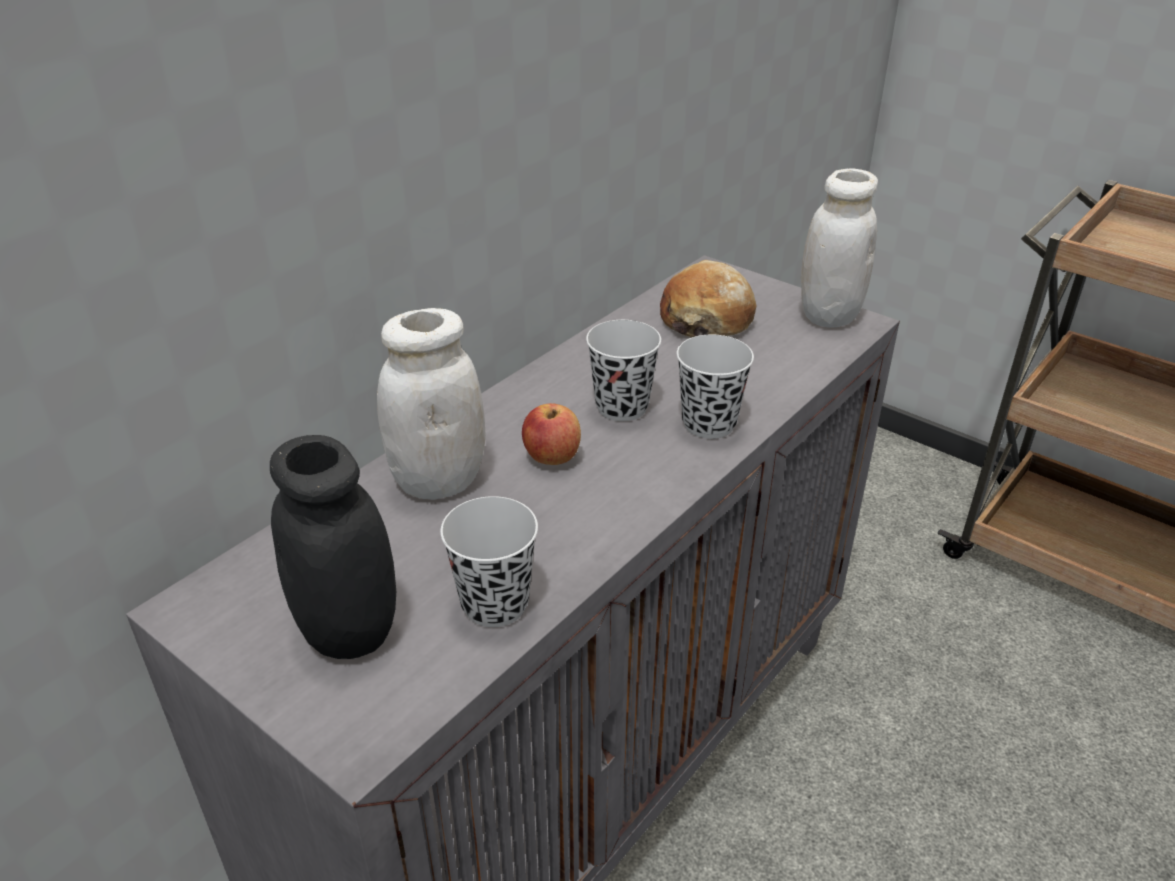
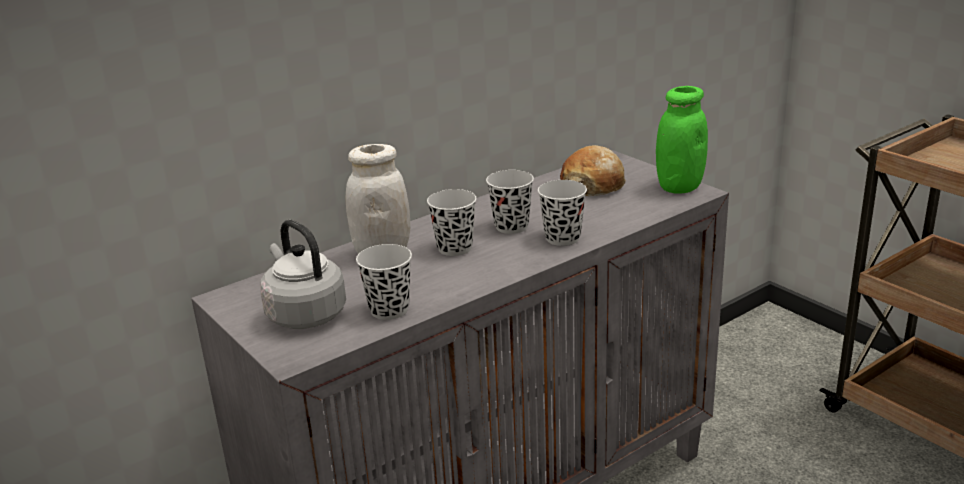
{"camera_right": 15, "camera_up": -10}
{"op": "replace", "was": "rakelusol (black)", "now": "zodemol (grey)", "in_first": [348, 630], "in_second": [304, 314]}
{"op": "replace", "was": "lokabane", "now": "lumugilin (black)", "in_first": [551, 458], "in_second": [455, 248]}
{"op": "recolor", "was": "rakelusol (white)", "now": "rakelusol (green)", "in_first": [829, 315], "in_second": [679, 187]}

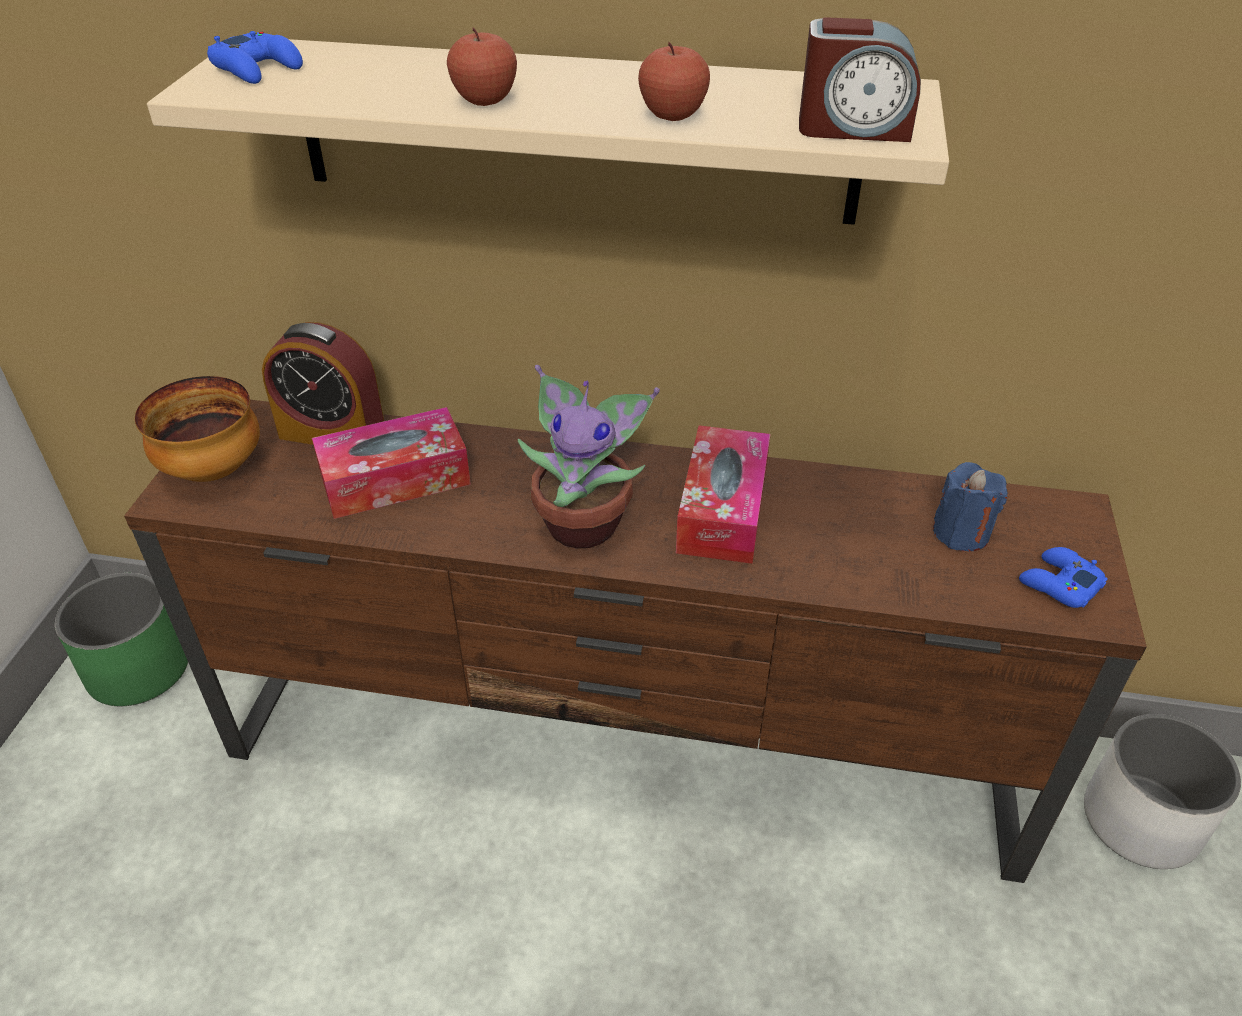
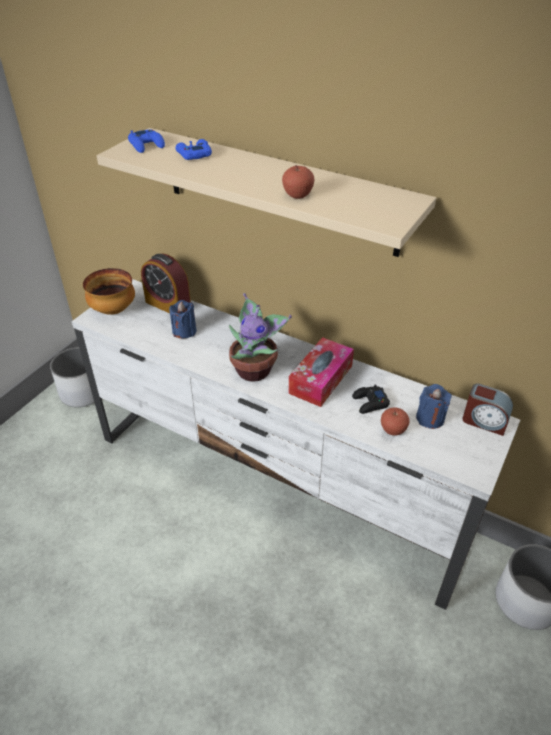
{"camera_right": 20, "camera_up": 0}
{"op": "insert", "now": "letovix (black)", "in_second": [370, 403]}
{"op": "move", "was": "lokabane", "in_first": [485, 100], "in_second": [393, 430]}
{"op": "move", "was": "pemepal", "in_first": [853, 128], "in_second": [484, 421]}
{"op": "move", "was": "letovix (blue)", "in_first": [1059, 584], "in_second": [194, 154]}
{"op": "replace", "was": "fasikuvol", "now": "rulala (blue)", "in_first": [395, 479], "in_second": [184, 331]}
{"op": "recolor", "was": "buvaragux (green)", "now": "buvaragux (white)", "in_first": [138, 669], "in_second": [83, 392]}
{"op": "recolor", "was": "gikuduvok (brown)", "now": "gikuduvok (white)", "in_first": [624, 748], "in_second": [277, 487]}

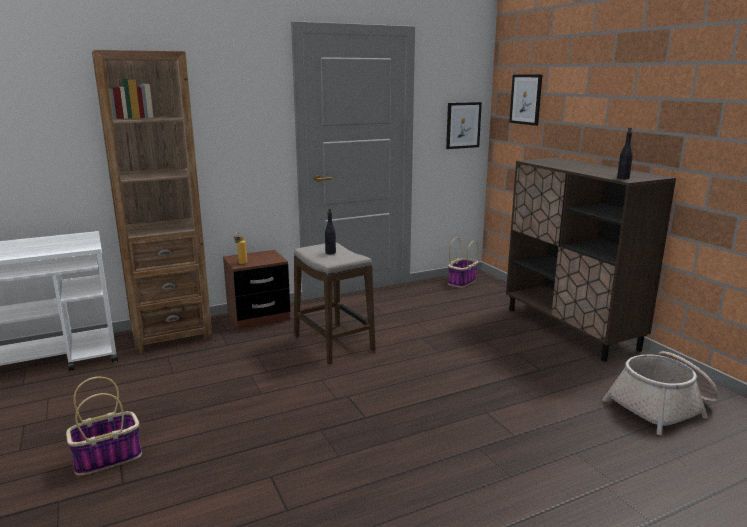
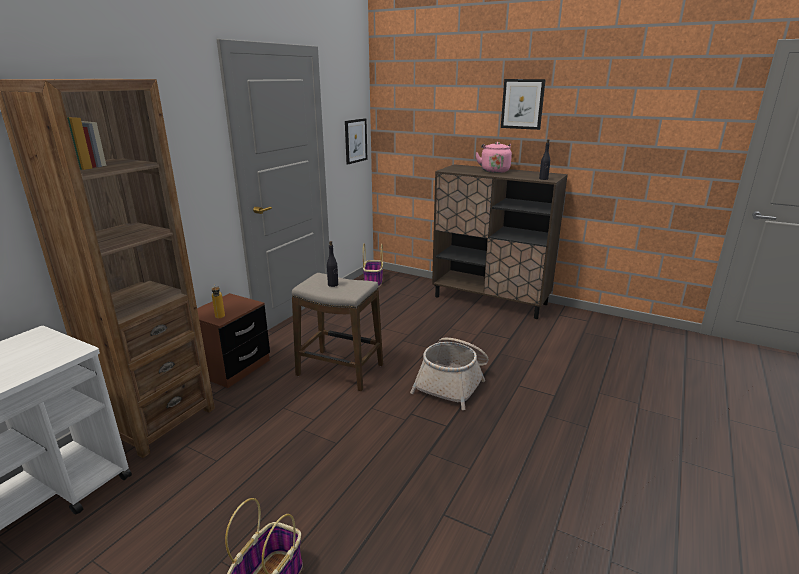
{"camera_right": -35, "camera_up": 5}
{"op": "insert", "now": "zodemol (pink)", "in_second": [494, 170]}
{"op": "move", "was": "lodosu", "in_first": [526, 99], "in_second": [522, 104]}
{"op": "move", "was": "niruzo", "in_first": [662, 406], "in_second": [453, 382]}

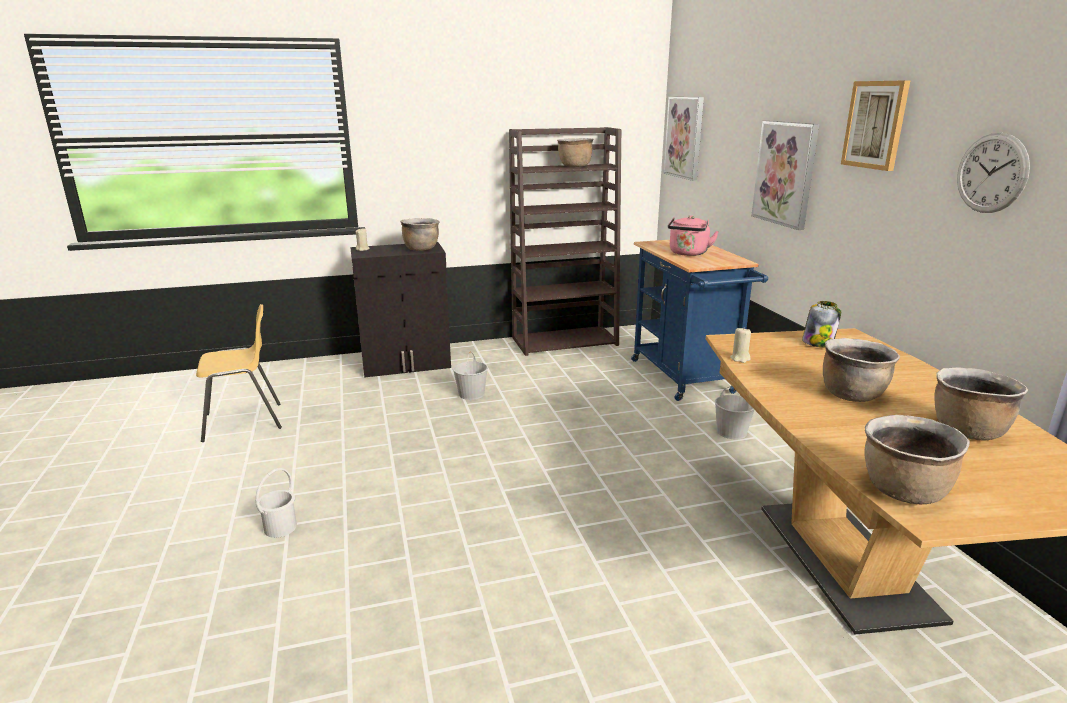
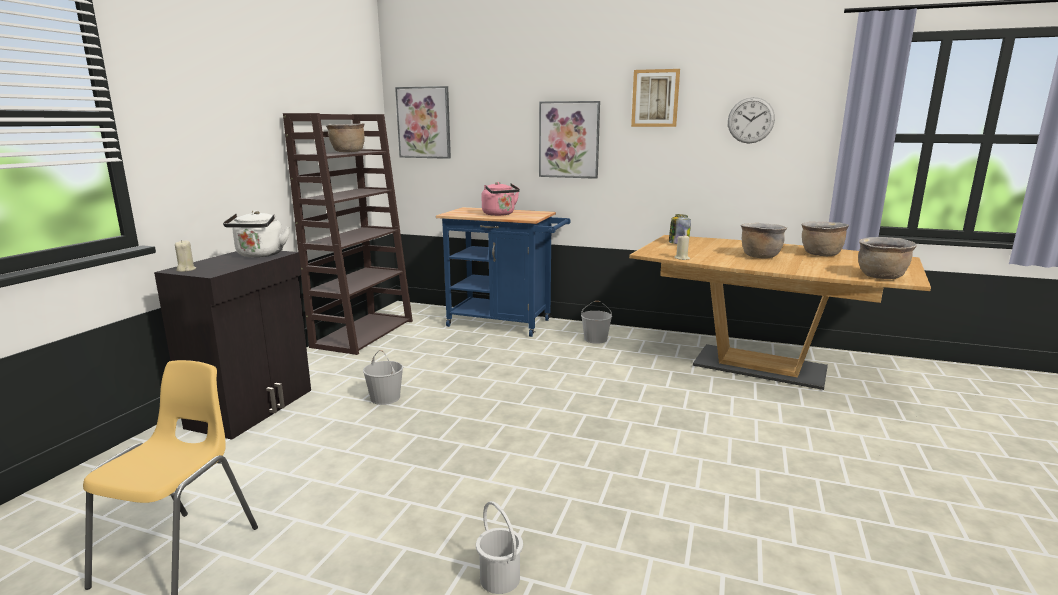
{"camera_right": -55, "camera_up": -5}
{"op": "replace", "was": "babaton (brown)", "now": "zodemol (white)", "in_first": [421, 249], "in_second": [260, 255]}

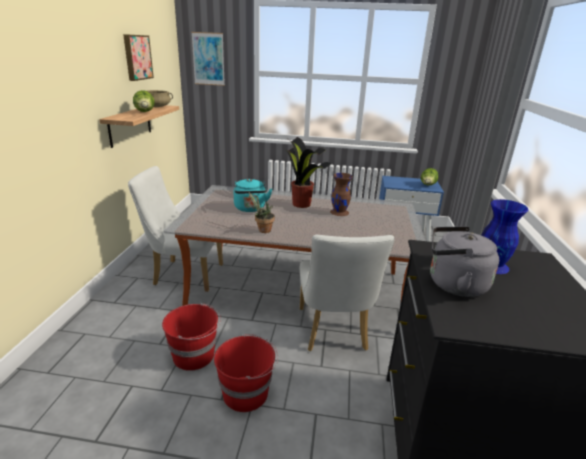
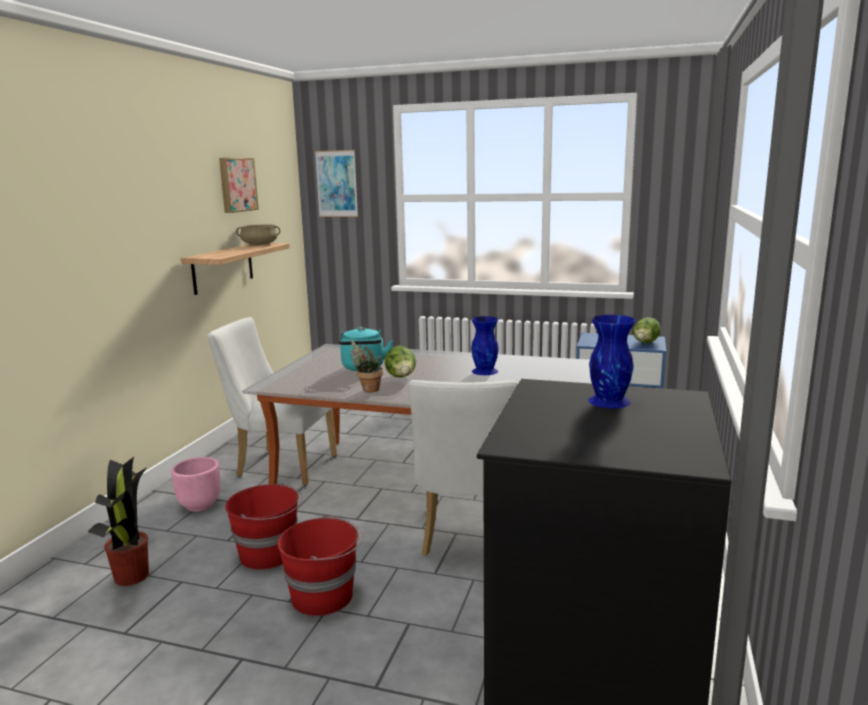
{"camera_right": 10, "camera_up": -10}
{"op": "delete", "was": "zodemol (grey)", "in_first": [453, 284]}
{"op": "insert", "now": "buvaragux (pink)", "in_second": [200, 505]}
{"op": "move", "was": "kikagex", "in_first": [145, 112], "in_second": [401, 378]}
{"op": "move", "was": "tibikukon", "in_first": [301, 204], "in_second": [132, 575]}
{"op": "recolor", "was": "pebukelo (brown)", "now": "pebukelo (blue)", "in_first": [339, 212], "in_second": [485, 371]}

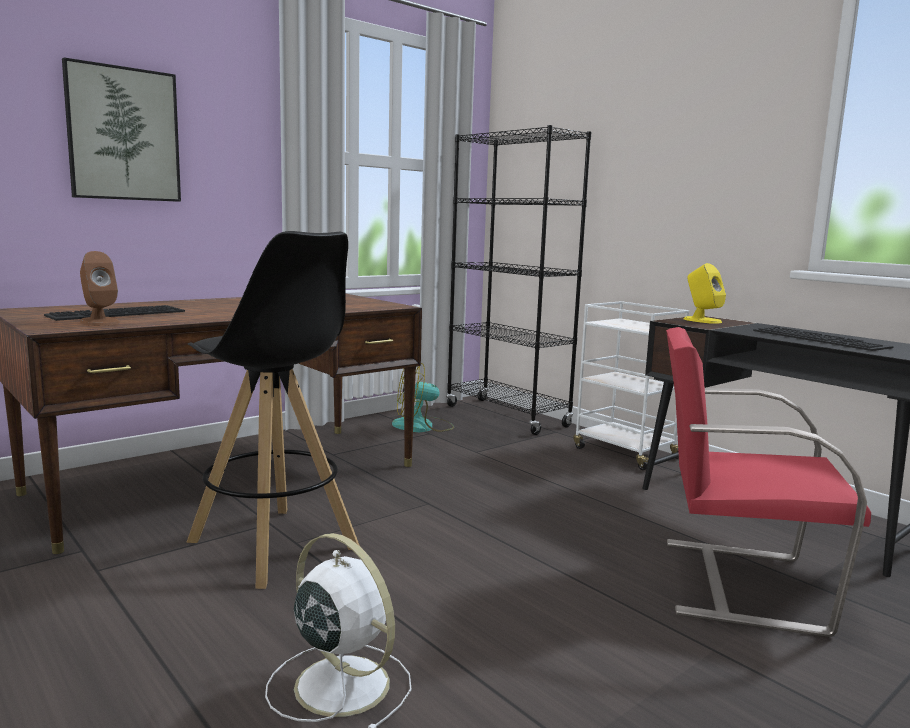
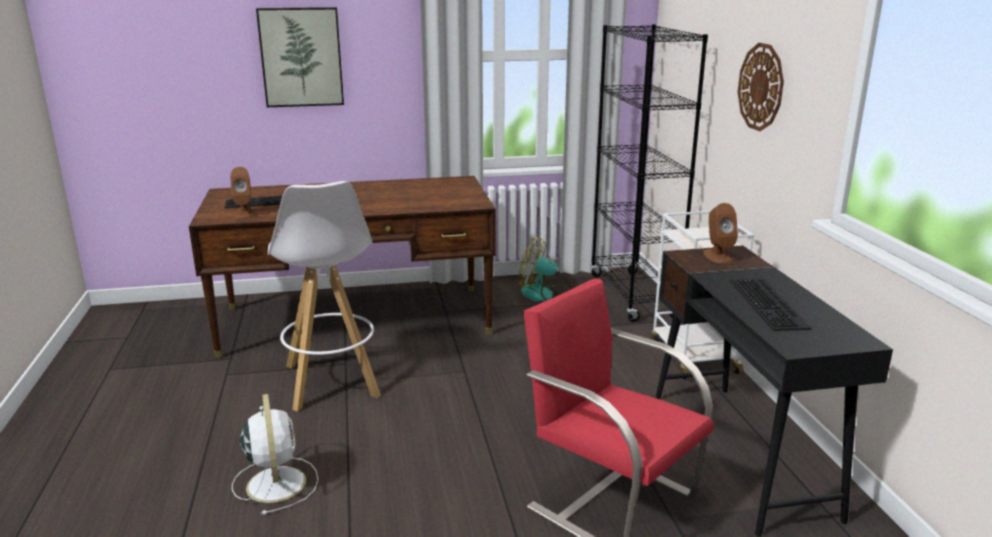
{"camera_right": 30, "camera_up": 10}
{"op": "insert", "now": "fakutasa", "in_second": [761, 87]}
{"op": "recolor", "was": "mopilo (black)", "now": "mopilo (white)", "in_first": [274, 545], "in_second": [331, 381]}
{"op": "recolor", "was": "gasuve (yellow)", "now": "gasuve (brown)", "in_first": [701, 320], "in_second": [718, 256]}

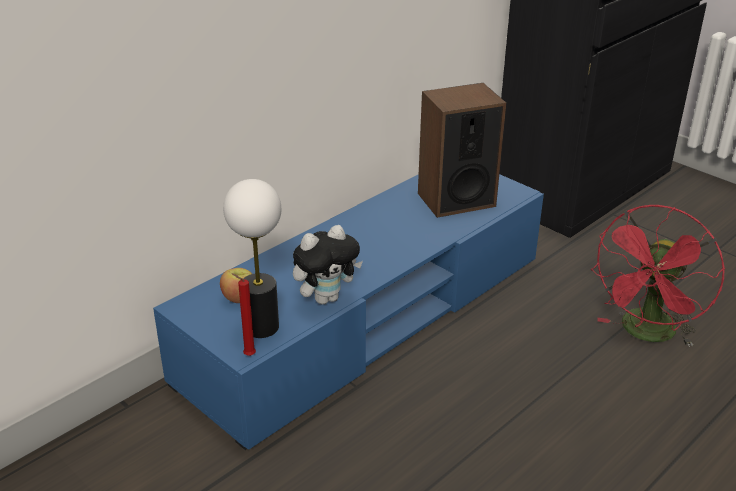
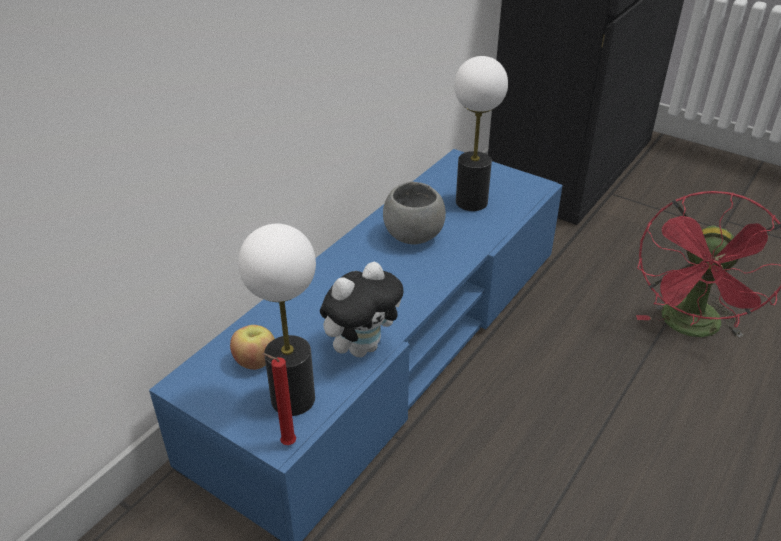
{"camera_right": -10, "camera_up": 5}
{"op": "insert", "now": "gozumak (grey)", "in_second": [413, 236]}
{"op": "replace", "was": "gasuve", "now": "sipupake", "in_first": [456, 199], "in_second": [471, 202]}

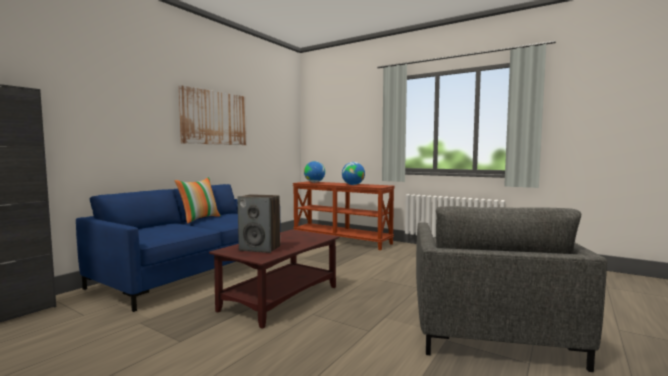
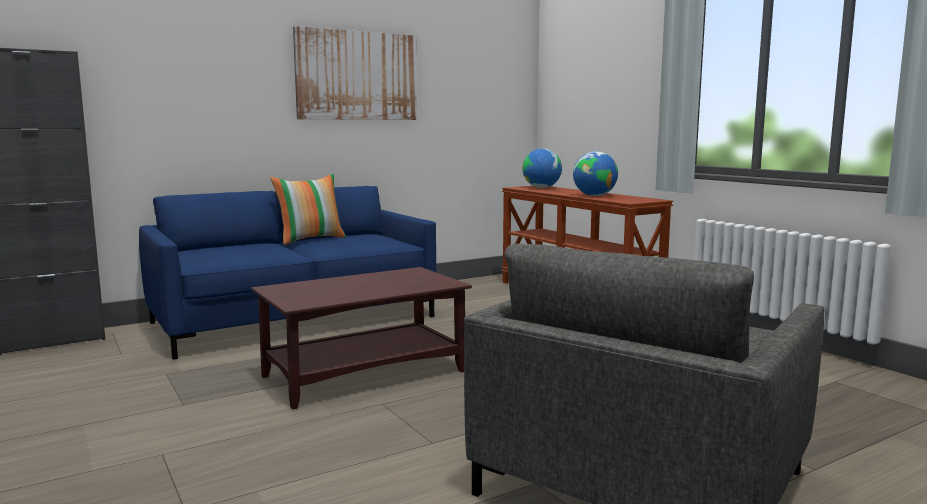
{"camera_right": 25, "camera_up": 5}
{"op": "delete", "was": "gasuve", "in_first": [260, 248]}

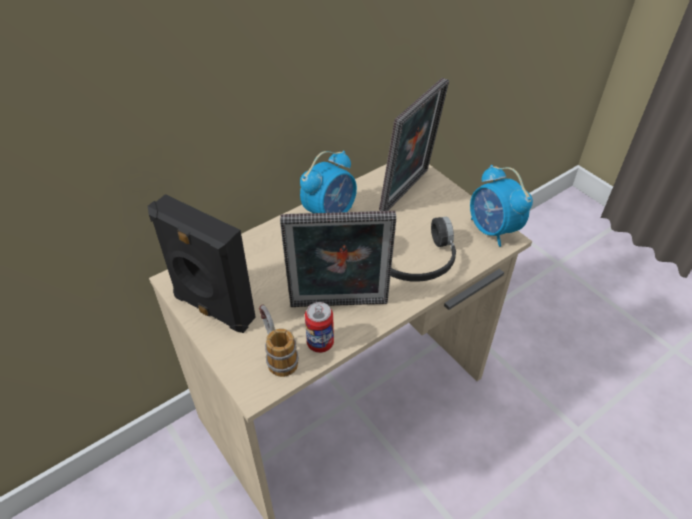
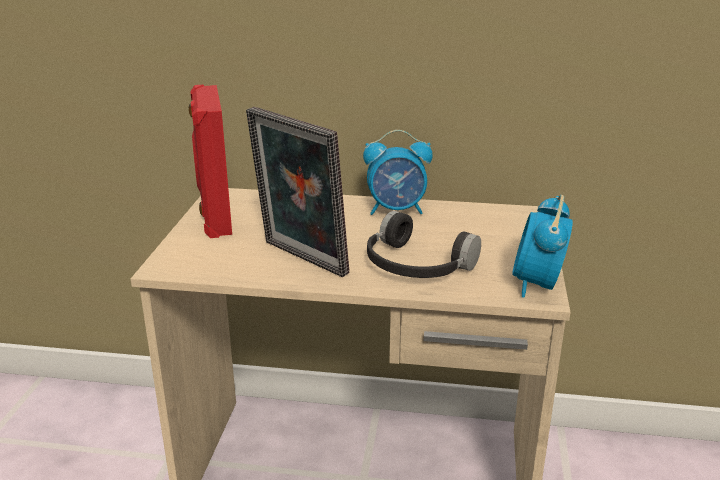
{"camera_right": 45, "camera_up": -20}
{"op": "delete", "was": "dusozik", "in_first": [277, 353]}
{"op": "delete", "was": "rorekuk", "in_first": [320, 343]}
{"op": "delete", "was": "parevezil", "in_first": [408, 192]}
{"op": "recolor", "was": "gasuve (black)", "now": "gasuve (red)", "in_first": [213, 309], "in_second": [215, 218]}

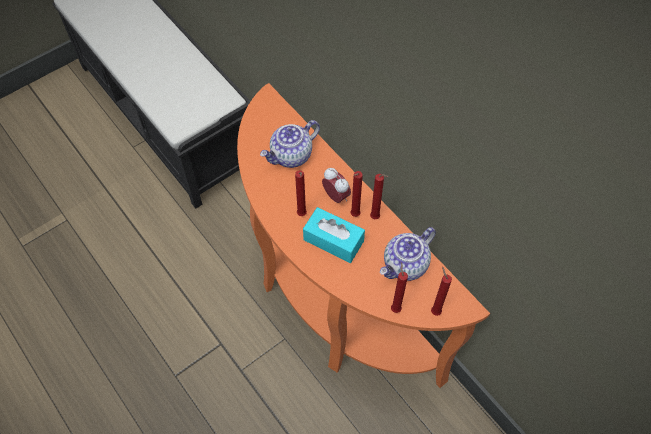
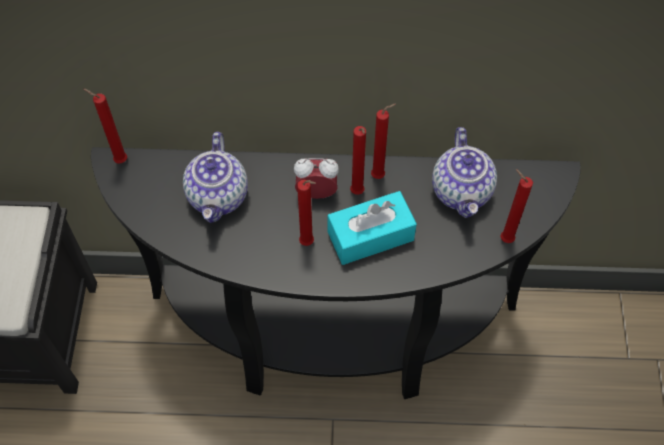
{"camera_right": -50, "camera_up": 0}
{"op": "move", "was": "rulala (red)", "in_first": [434, 310], "in_second": [119, 160]}
{"op": "recolor", "was": "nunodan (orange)", "now": "nunodan (black)", "in_first": [330, 302], "in_second": [332, 339]}

